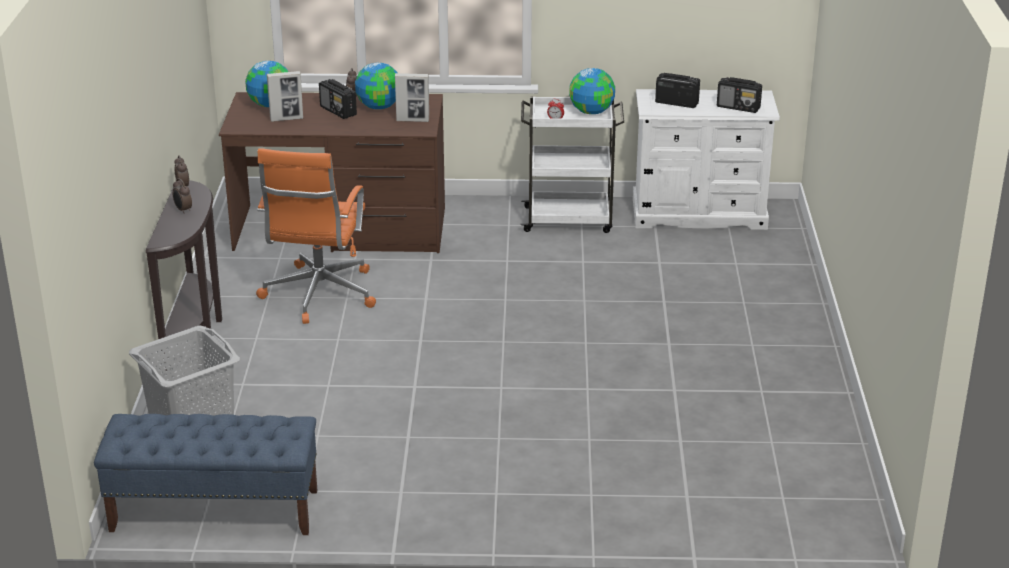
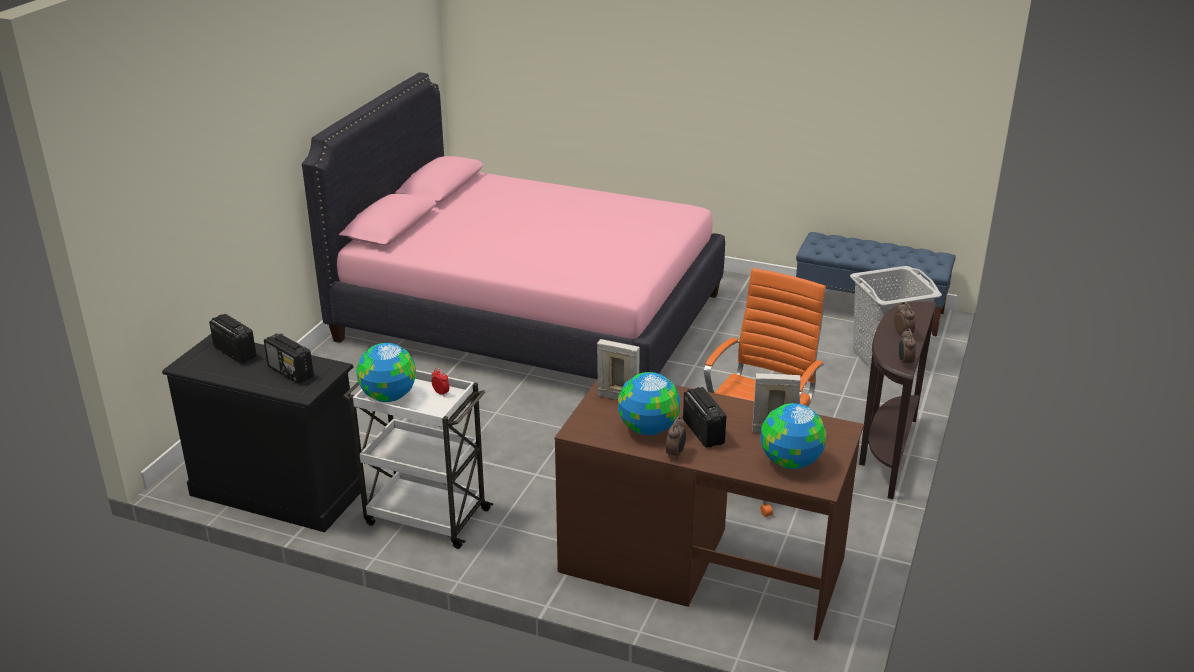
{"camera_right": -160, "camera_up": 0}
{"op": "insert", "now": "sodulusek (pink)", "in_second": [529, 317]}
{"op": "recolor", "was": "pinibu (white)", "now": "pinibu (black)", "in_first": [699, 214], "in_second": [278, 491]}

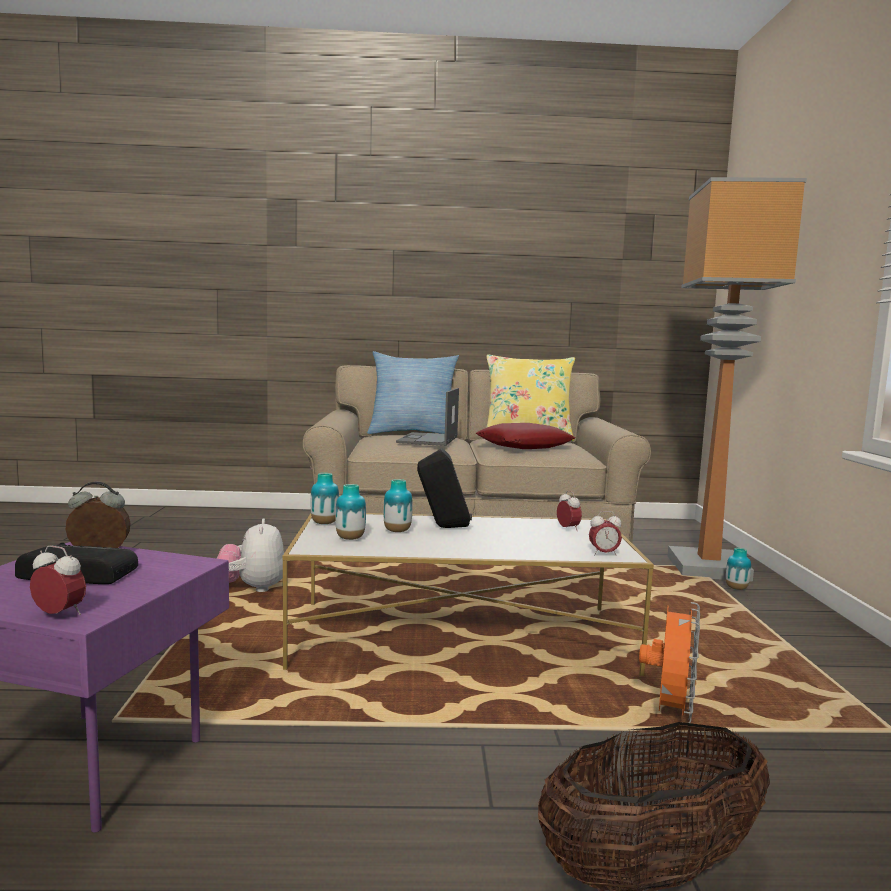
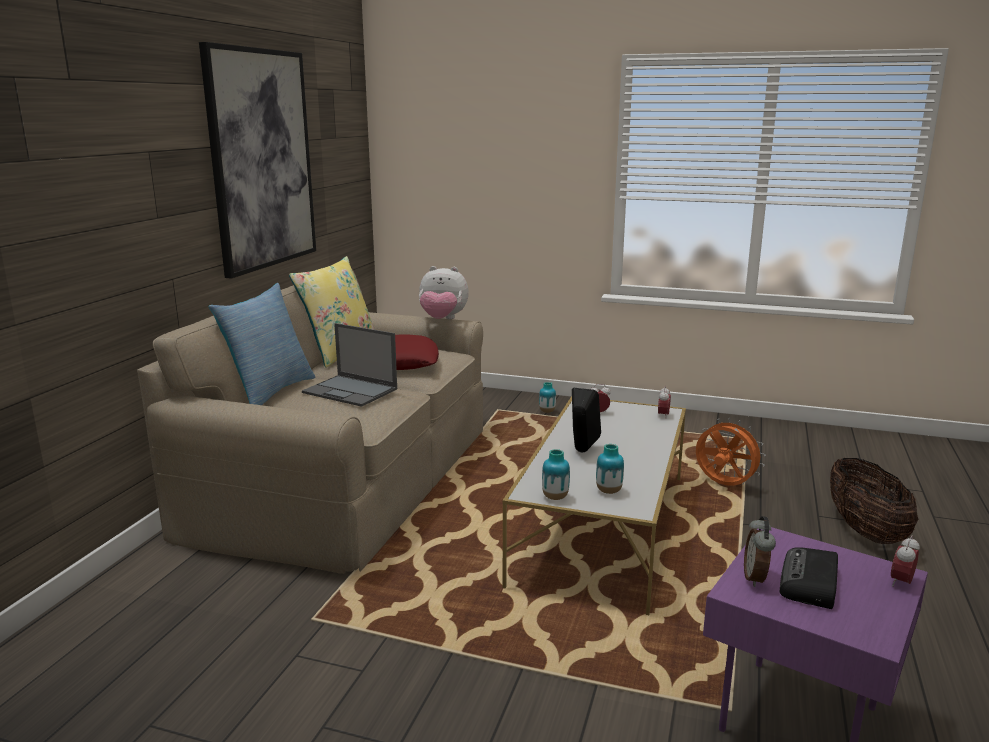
{"camera_right": -70, "camera_up": 10}
{"op": "delete", "was": "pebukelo", "in_first": [397, 531]}
{"op": "delete", "was": "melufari", "in_first": [706, 568]}
{"op": "insert", "now": "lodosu", "in_second": [261, 160]}
{"op": "move", "was": "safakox", "in_first": [252, 589], "in_second": [442, 320]}

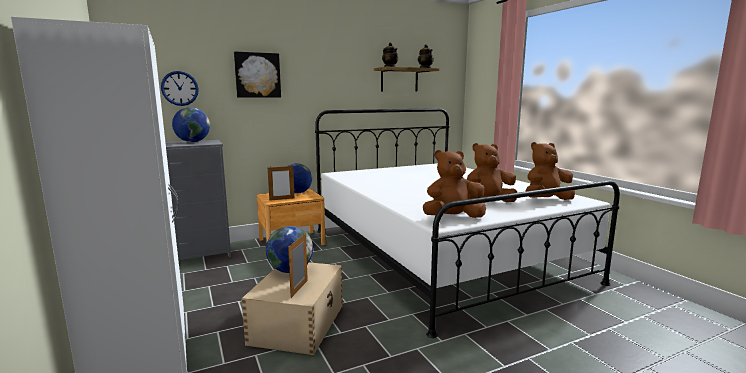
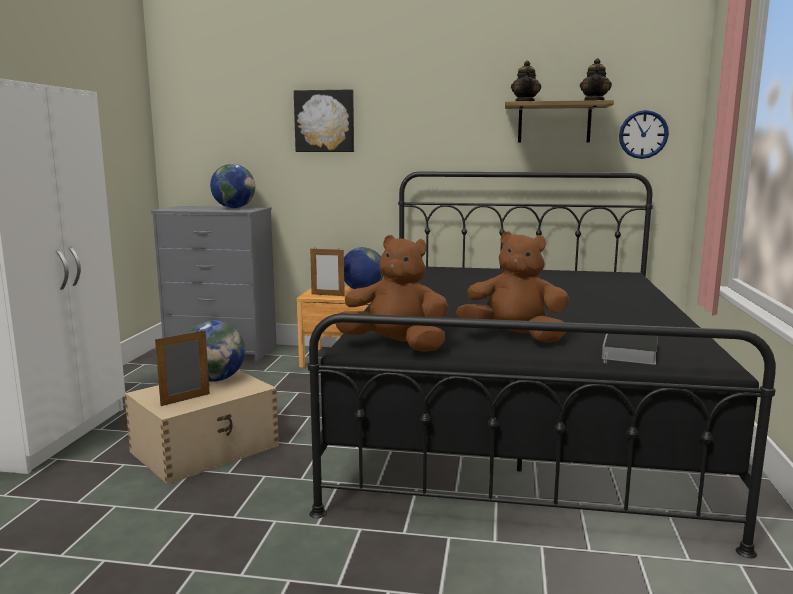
{"camera_right": 35, "camera_up": 0}
{"op": "move", "was": "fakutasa", "in_first": [180, 88], "in_second": [643, 134]}
{"op": "replace", "was": "safakox (brown)", "now": "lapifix", "in_first": [546, 200], "in_second": [630, 352]}
{"op": "recolor", "was": "sodulusek (white)", "now": "sodulusek (black)", "in_first": [439, 253], "in_second": [517, 420]}

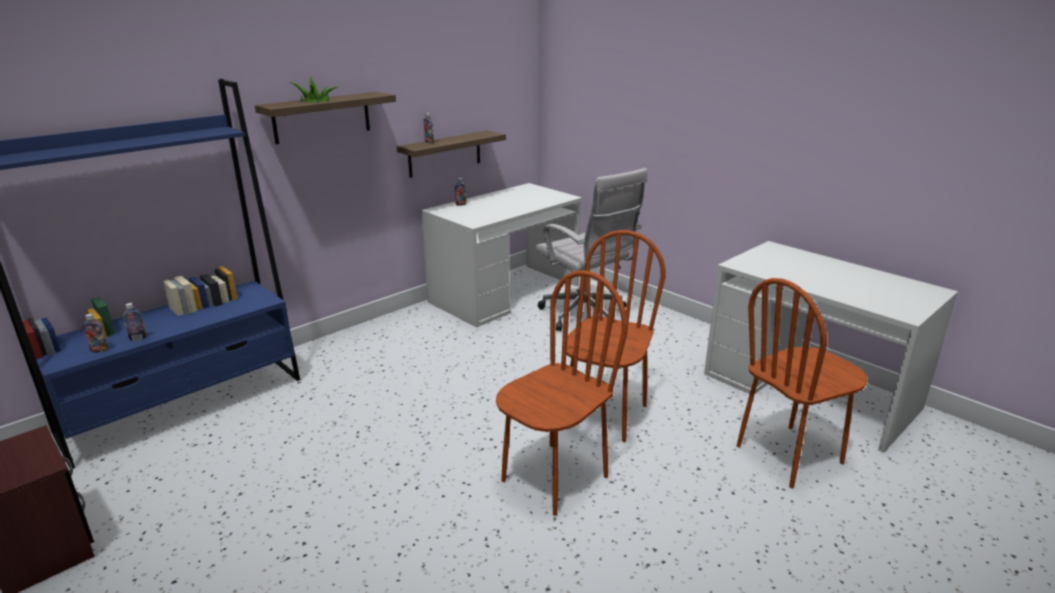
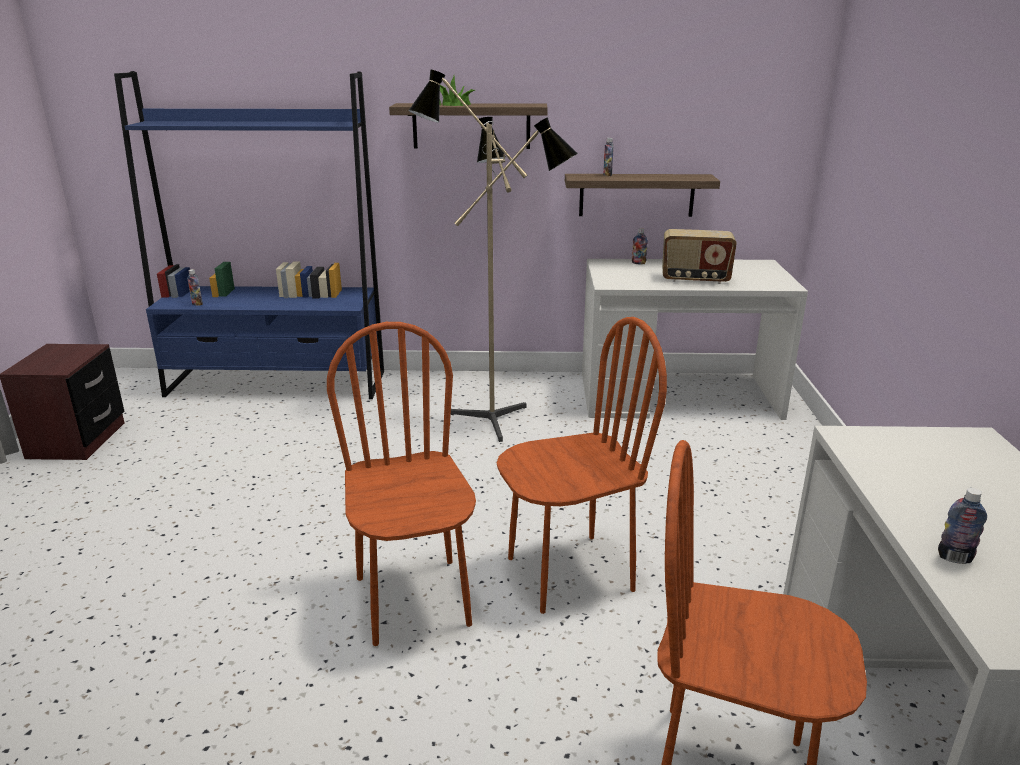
{"camera_right": 45, "camera_up": 0}
{"op": "delete", "was": "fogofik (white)", "in_first": [586, 316]}
{"op": "insert", "now": "melufari", "in_second": [494, 416]}
{"op": "insert", "now": "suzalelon", "in_second": [695, 279]}
{"op": "move", "was": "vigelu", "in_first": [138, 338], "in_second": [954, 557]}
{"op": "rotate", "was": "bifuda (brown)", "in_first": [554, 478], "in_second": [414, 600], "clockwise": -105}

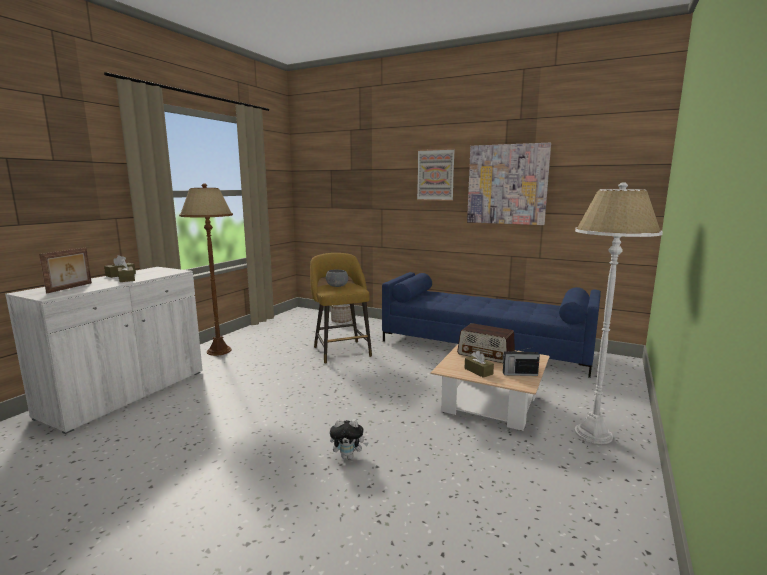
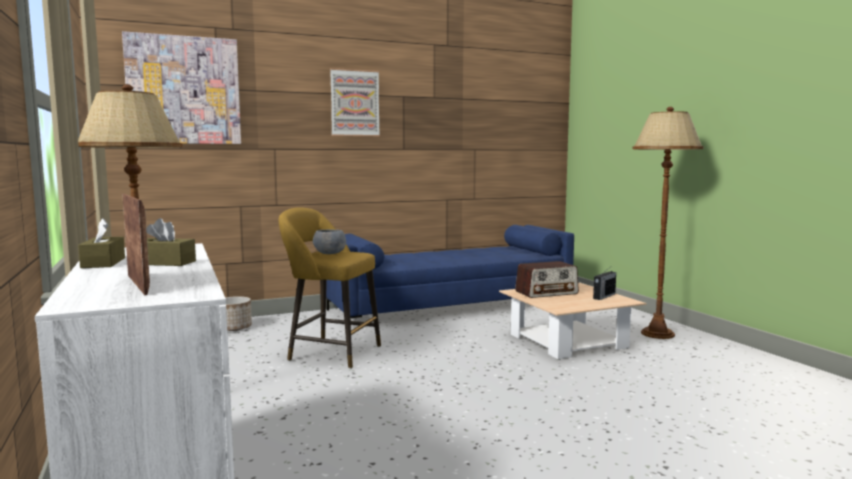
{"camera_right": -50, "camera_up": -5}
{"op": "delete", "was": "safakox", "in_first": [348, 456]}
{"op": "delete", "was": "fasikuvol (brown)", "in_first": [478, 371]}
{"op": "move", "was": "lodosu", "in_first": [507, 184], "in_second": [184, 90]}
{"op": "recolor", "was": "melufari (white)", "now": "melufari (brown)", "in_first": [592, 434], "in_second": [657, 334]}

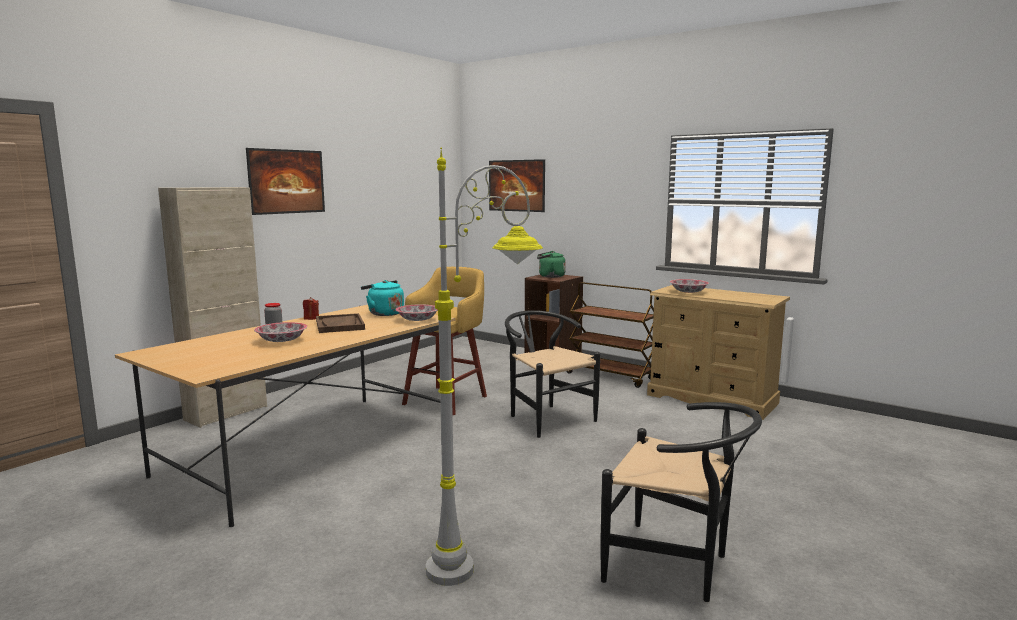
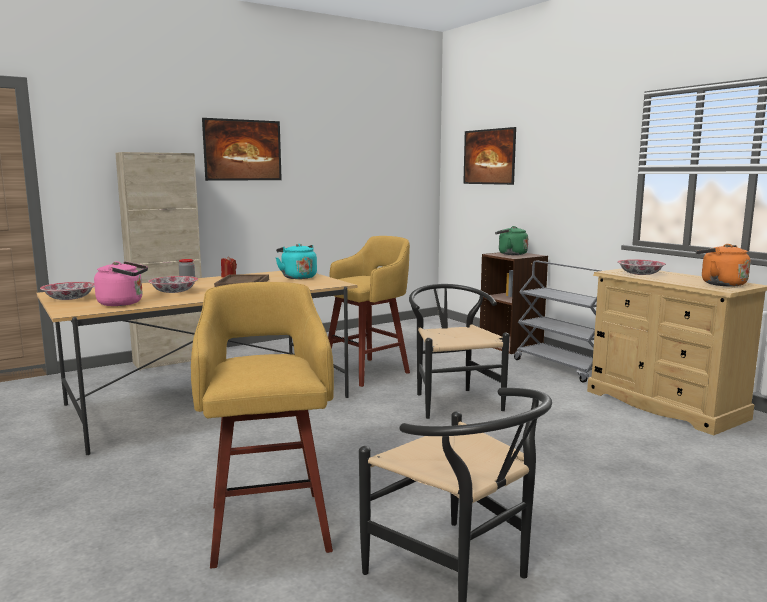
{"camera_right": 20, "camera_up": 0}
{"op": "insert", "now": "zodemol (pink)", "in_second": [123, 303]}
{"op": "insert", "now": "zodemol (orange)", "in_second": [720, 284]}
{"op": "move", "was": "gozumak", "in_first": [418, 320], "in_second": [69, 299]}
{"op": "replace", "was": "melufari (grey)", "now": "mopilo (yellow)", "in_first": [485, 557], "in_second": [269, 524]}
{"op": "recolor", "was": "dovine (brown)", "now": "dovine (grey)", "in_first": [611, 376], "in_second": [562, 367]}

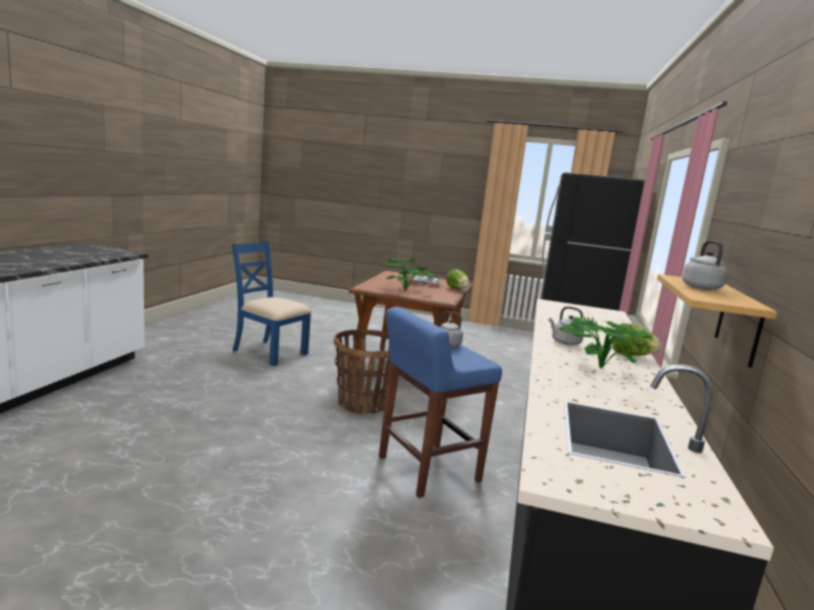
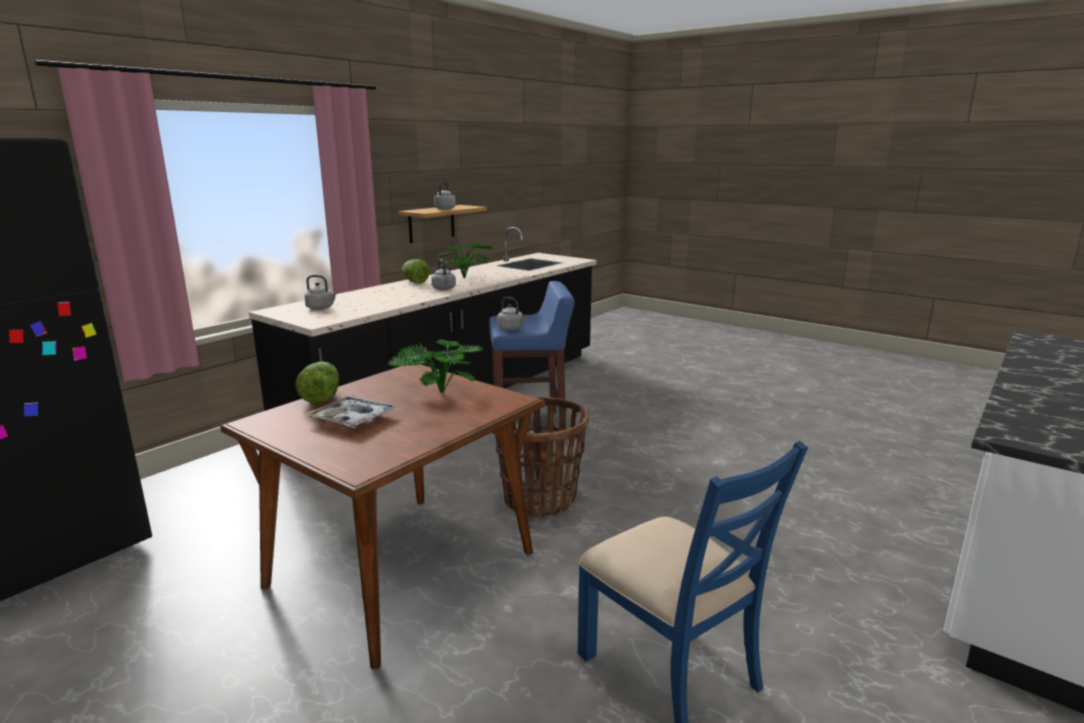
{"camera_right": -155, "camera_up": 5}
{"op": "insert", "now": "zodemol (grey)", "in_second": [321, 308]}

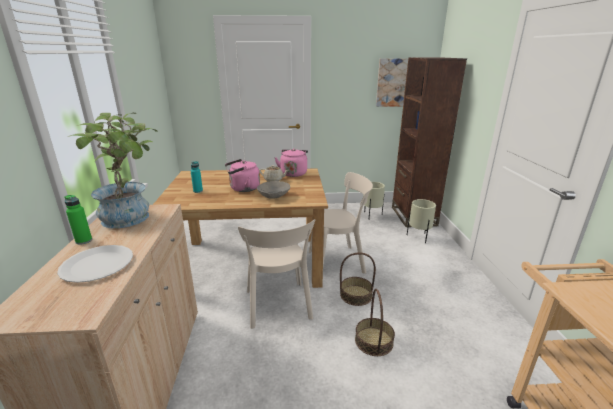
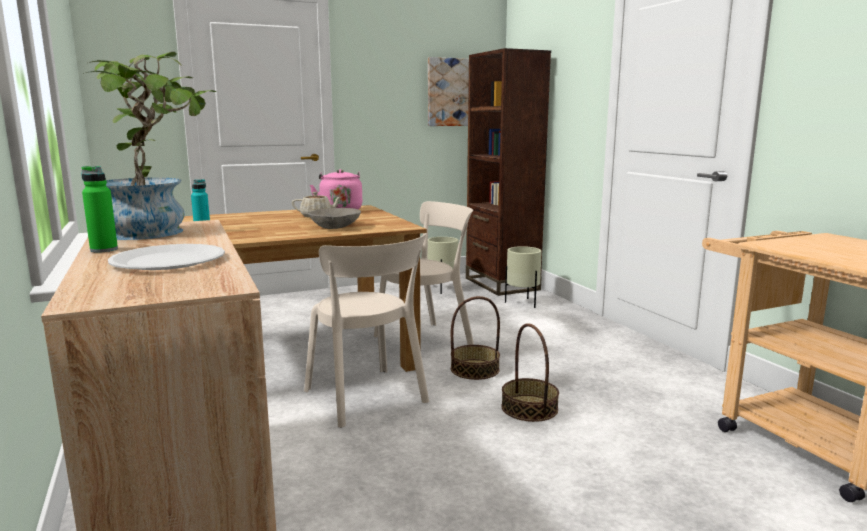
{"camera_right": -20, "camera_up": -10}
{"op": "delete", "was": "zodemol (pink)", "in_first": [243, 189]}

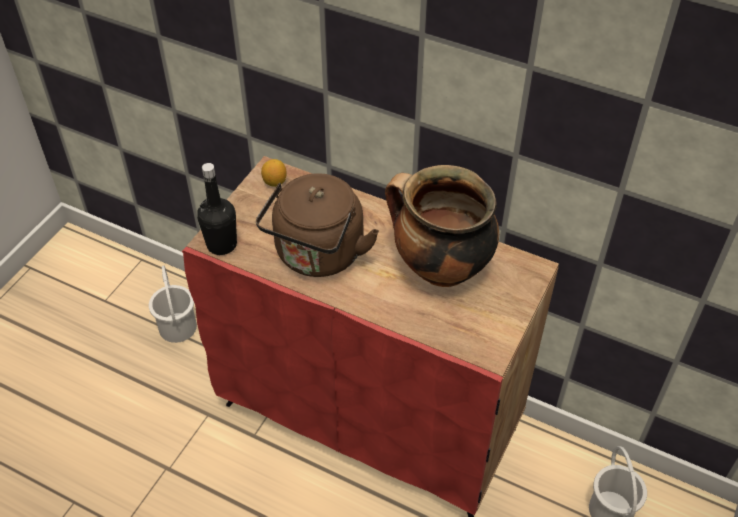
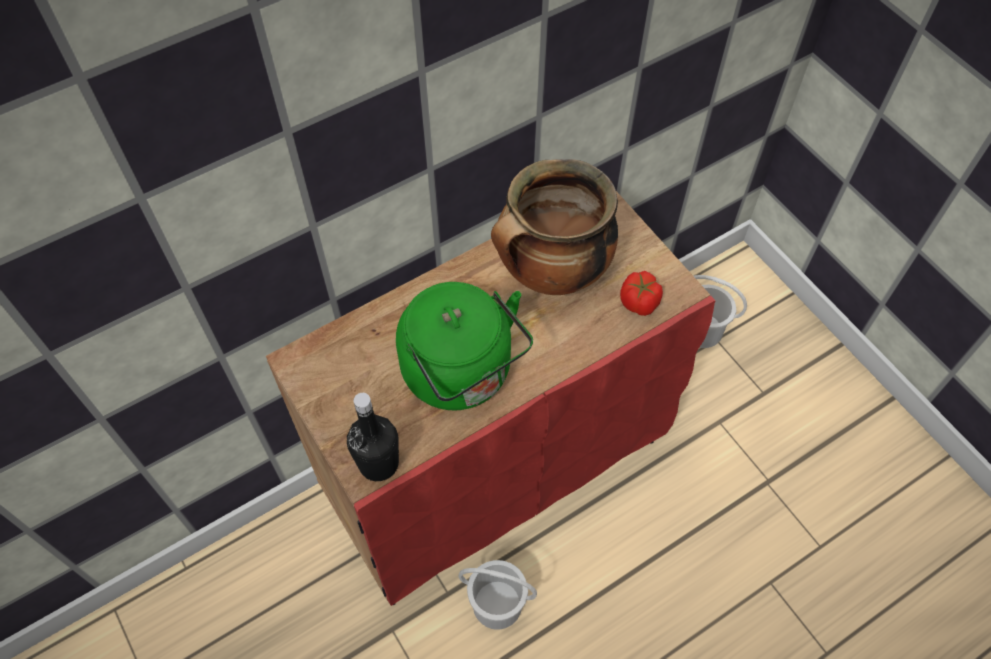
{"camera_right": -60, "camera_up": 10}
{"op": "delete", "was": "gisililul", "in_first": [274, 182]}
{"op": "insert", "now": "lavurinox", "in_second": [639, 302]}
{"op": "move", "was": "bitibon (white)", "in_first": [177, 327], "in_second": [497, 605]}
{"op": "recolor", "was": "zodemol (brown)", "now": "zodemol (green)", "in_first": [318, 256], "in_second": [462, 374]}

